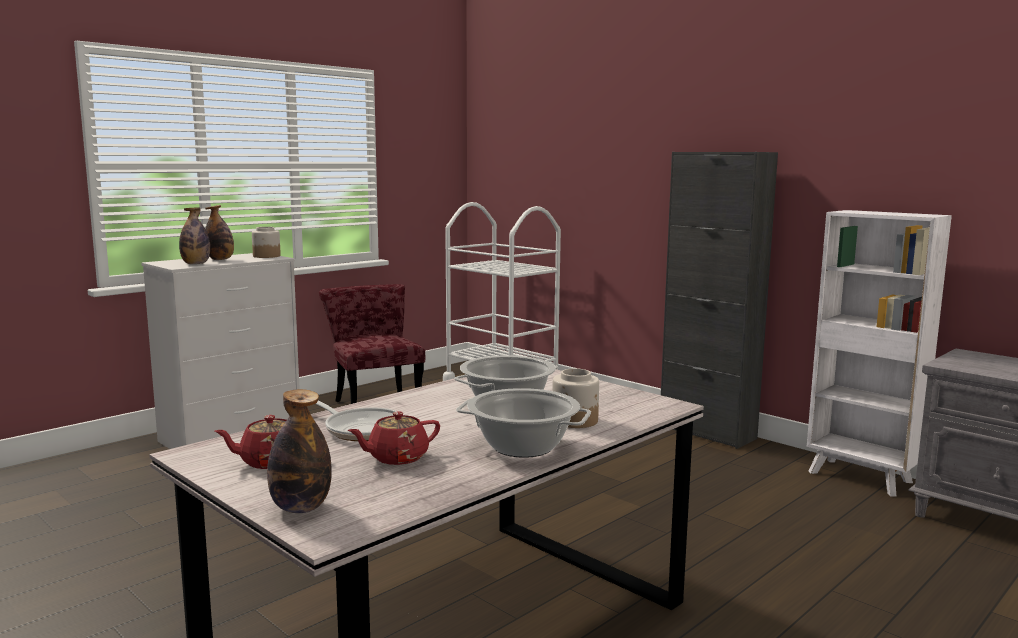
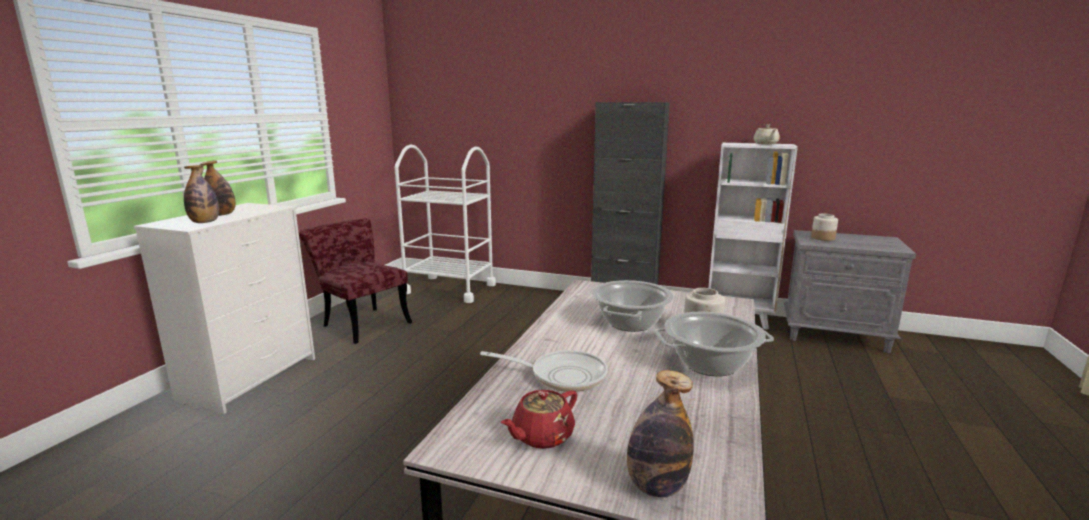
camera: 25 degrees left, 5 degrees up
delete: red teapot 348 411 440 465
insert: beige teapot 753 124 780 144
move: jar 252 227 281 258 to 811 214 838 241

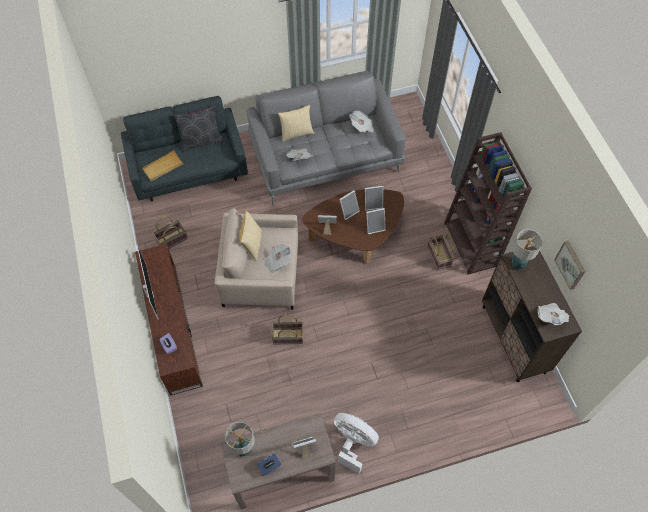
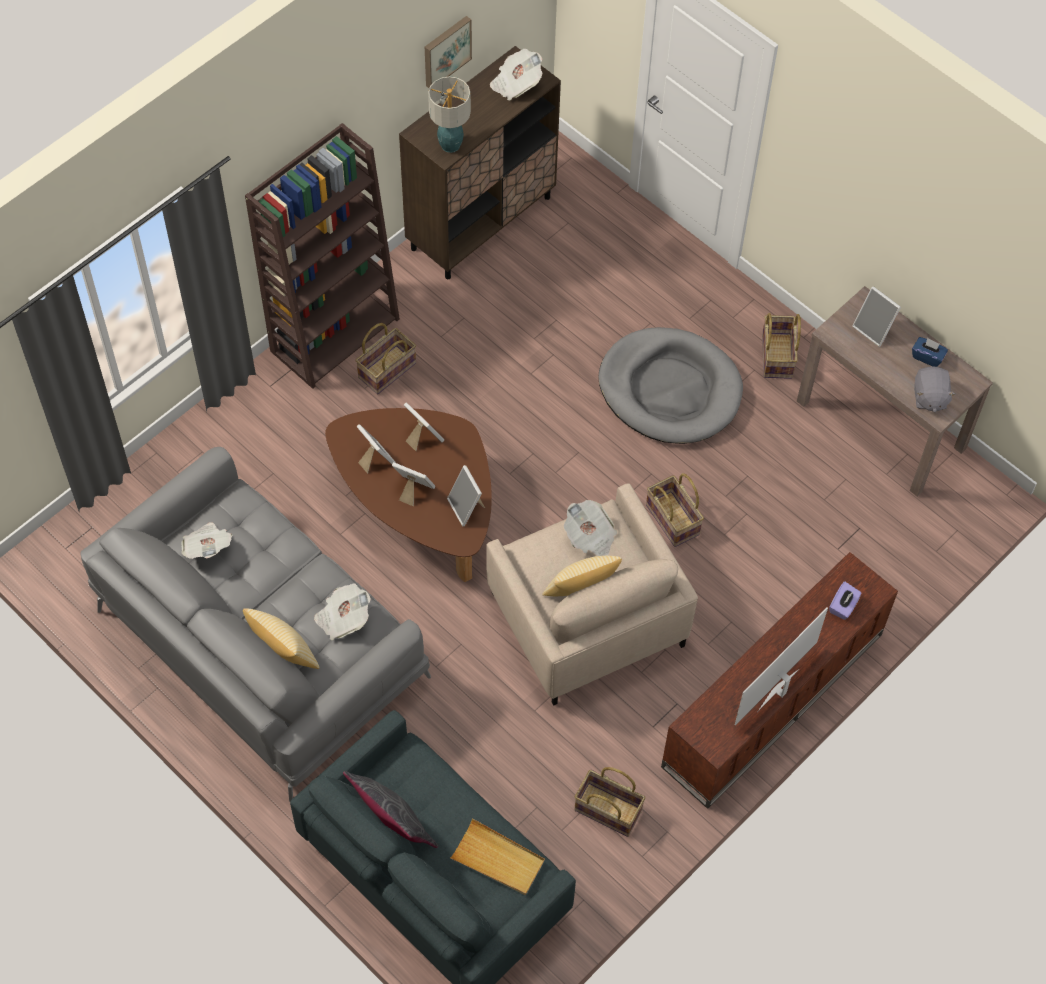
camera: 120 degrees left, 0 degrees up
insert: grey dog bed 598 327 743 444
replace: table lamp 225 422 255 456 to grey plush toy 914 366 956 413; white fan 334 413 379 474 to basket 762 313 801 379

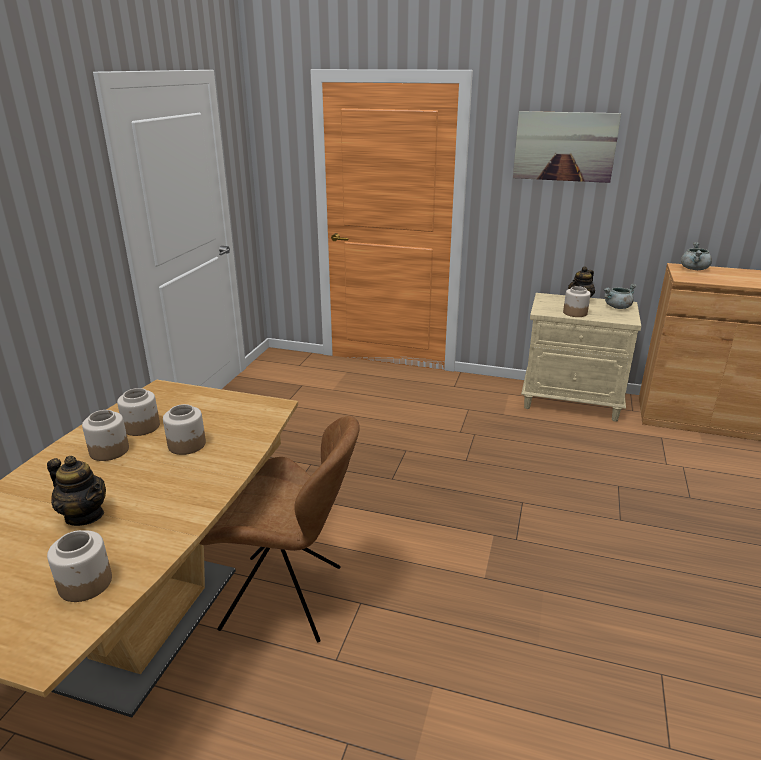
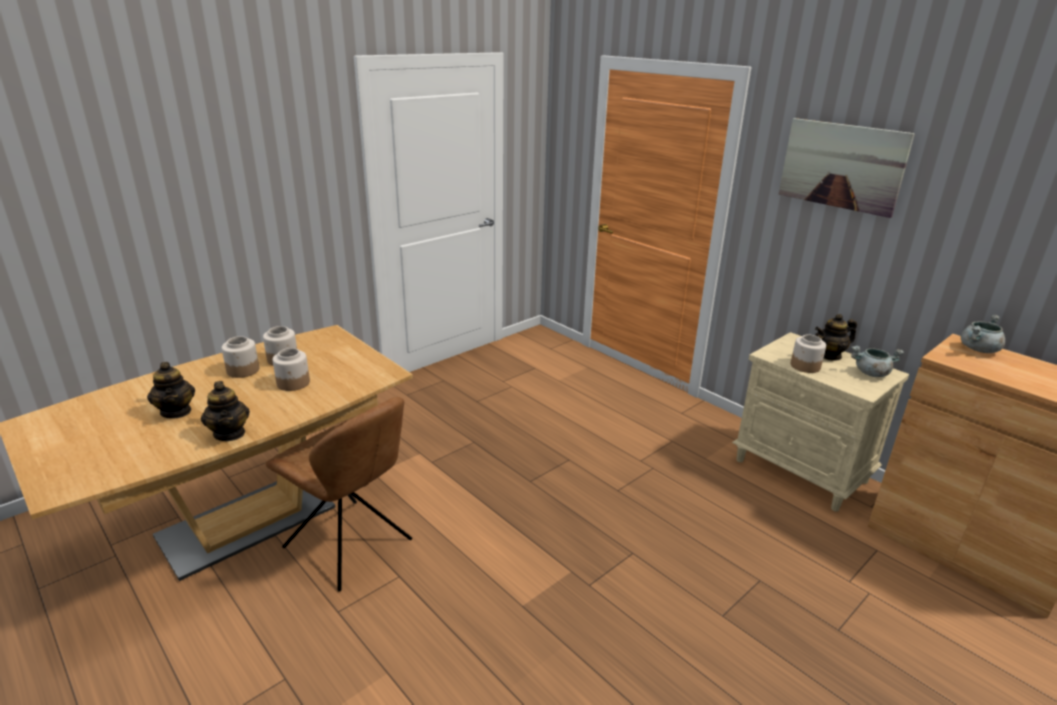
camera: 30 degrees right, 0 degrees up
delete: jar 47 530 112 602
insert: teapot 201 381 250 441

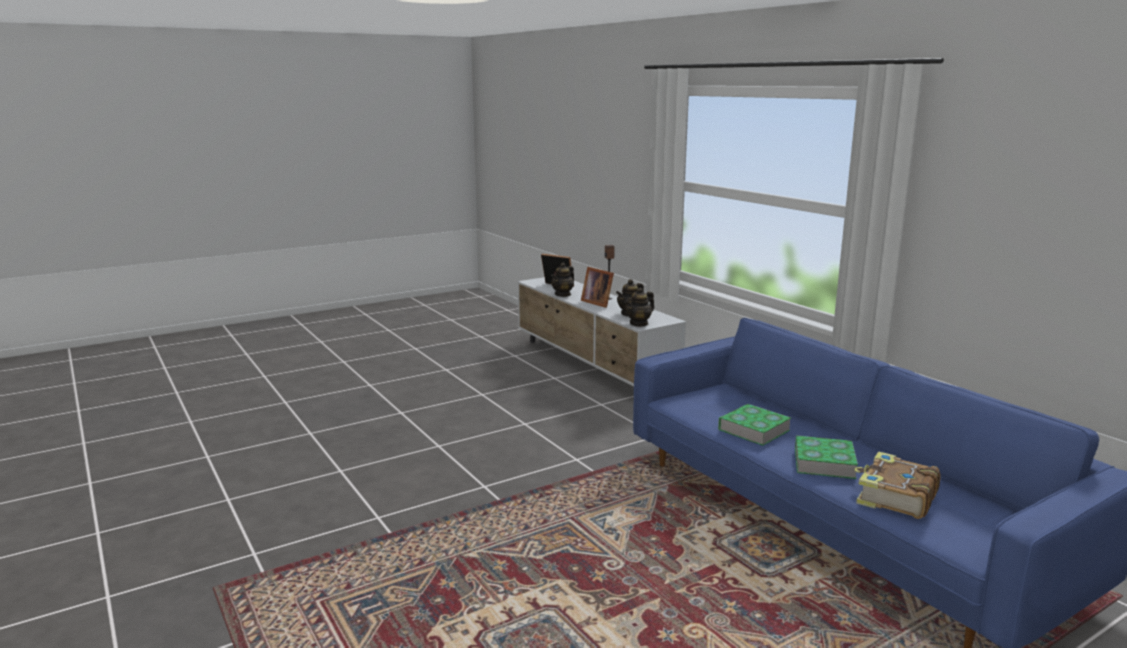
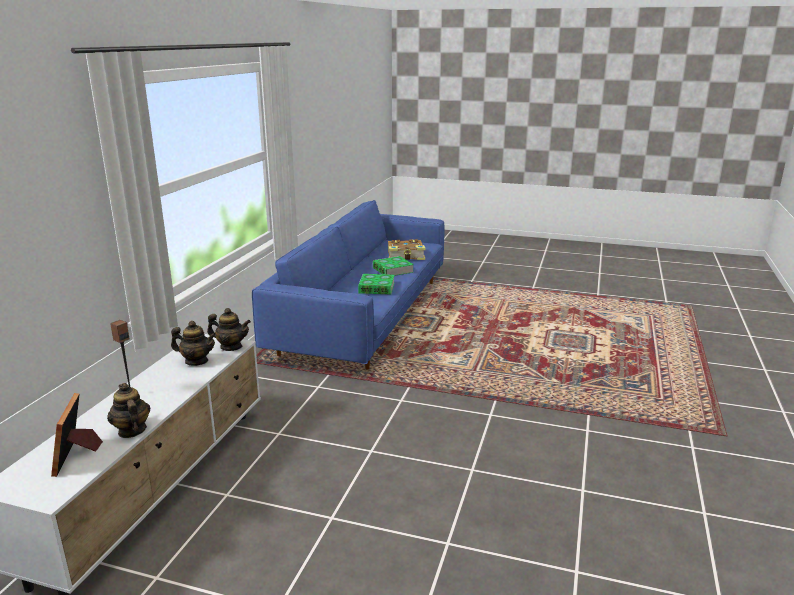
camera: 130 degrees left, 5 degrees up
delete: picture frame 581 267 614 308
rotate: teapot 551 263 574 297 = 107 383 150 438 120 degrees counterclockwise

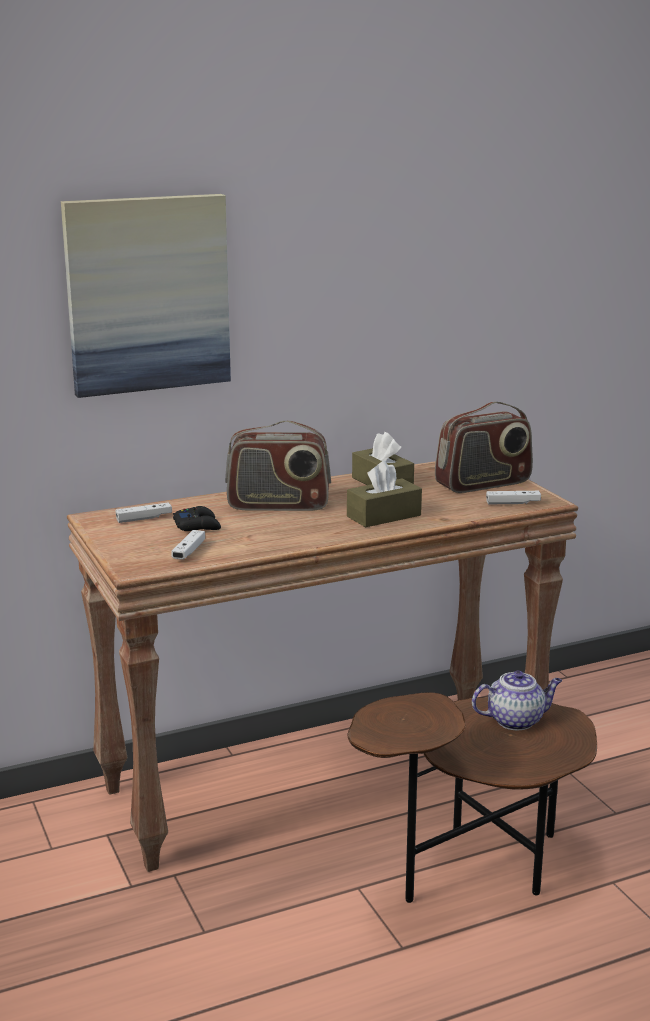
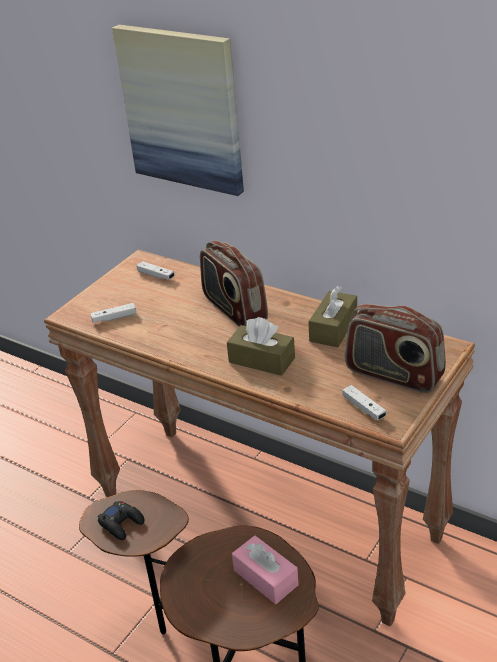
camera: 60 degrees right, 15 degrees up
move: black game controller 173 506 221 531 to 98 501 145 540
replace: teapot 472 671 562 730 to pink tissue box 232 535 299 604

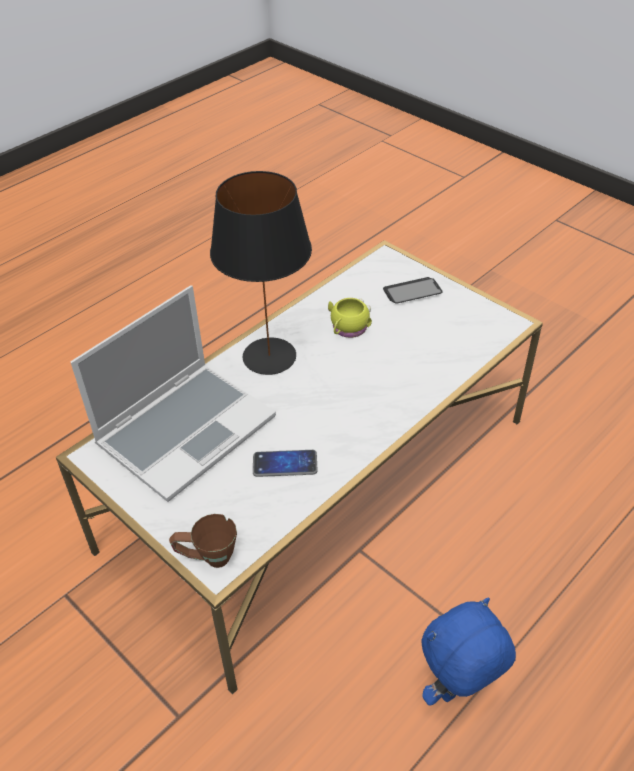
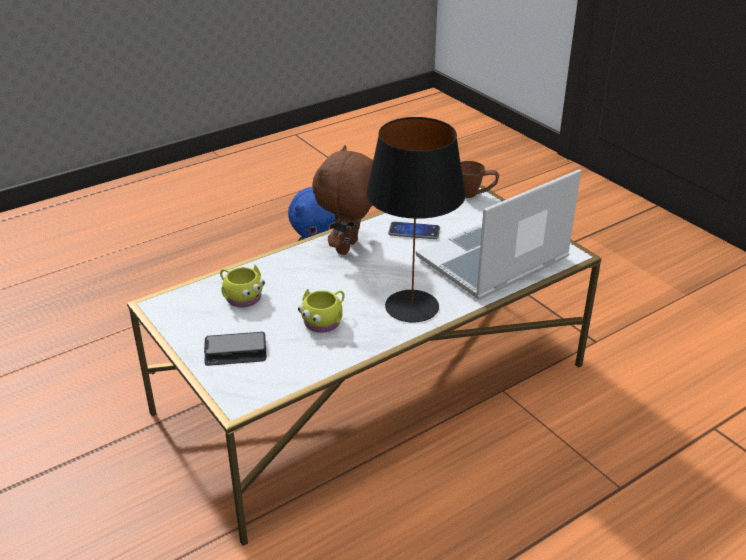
camera: 170 degrees left, 10 degrees down
insert: yellow mug 220 265 265 307; brown plush toy 312 145 373 255

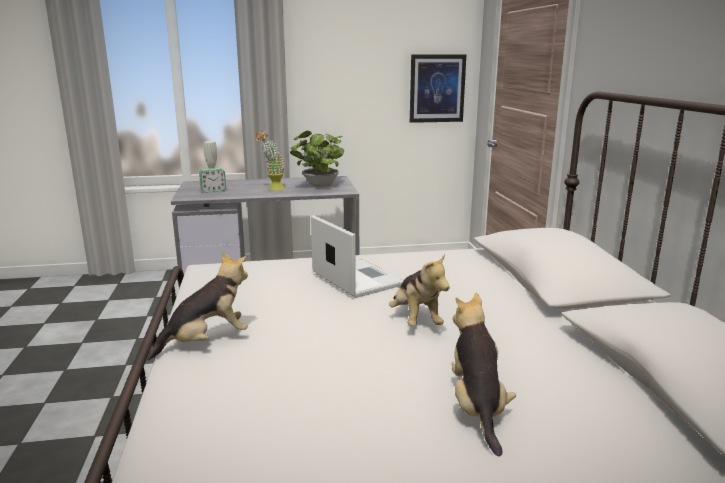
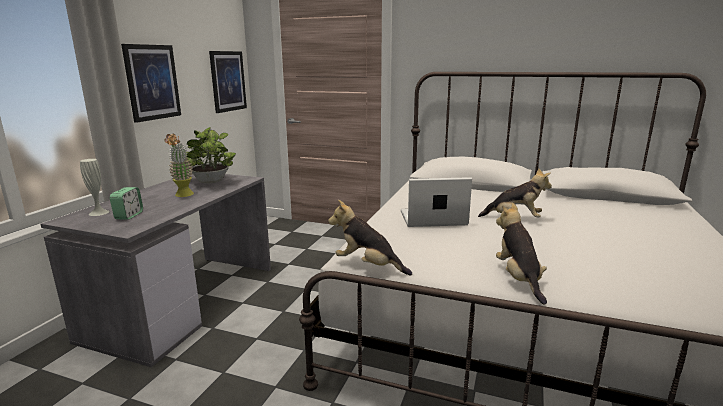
camera: 60 degrees left, 0 degrees up
insert: picture 121 44 181 123
move: plush toy 452 293 516 456 to 328 200 412 276

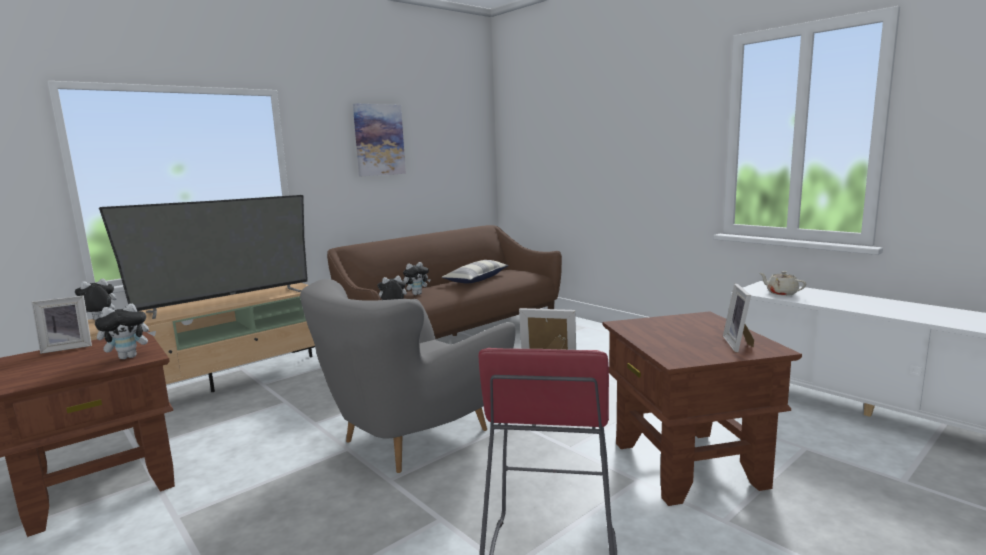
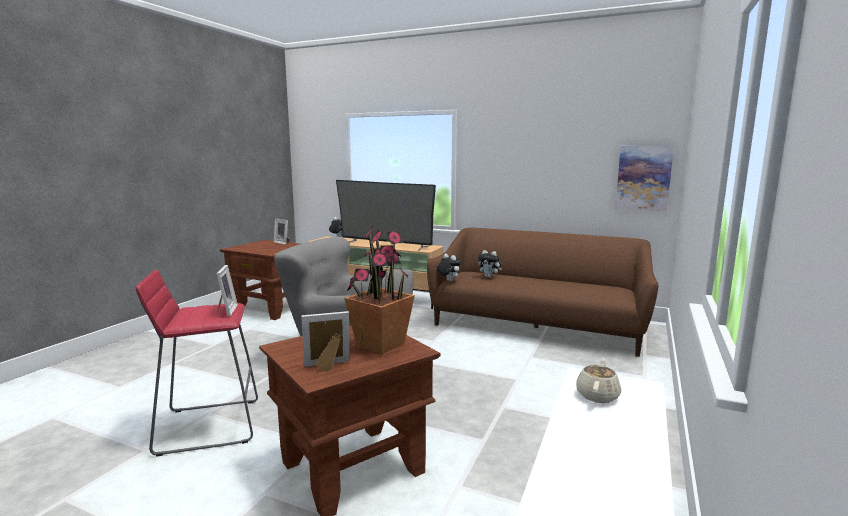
camera: 65 degrees right, 0 degrees up
delete: plush toy 95 303 156 359; pillow 441 260 509 284
insert: potted plant 344 227 415 354
move: picture 353 103 406 176 to 615 146 674 211

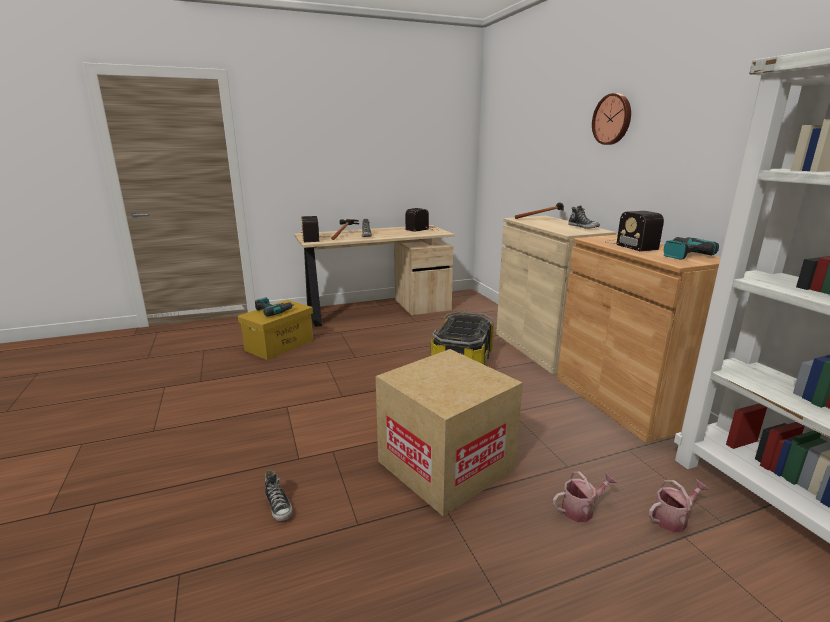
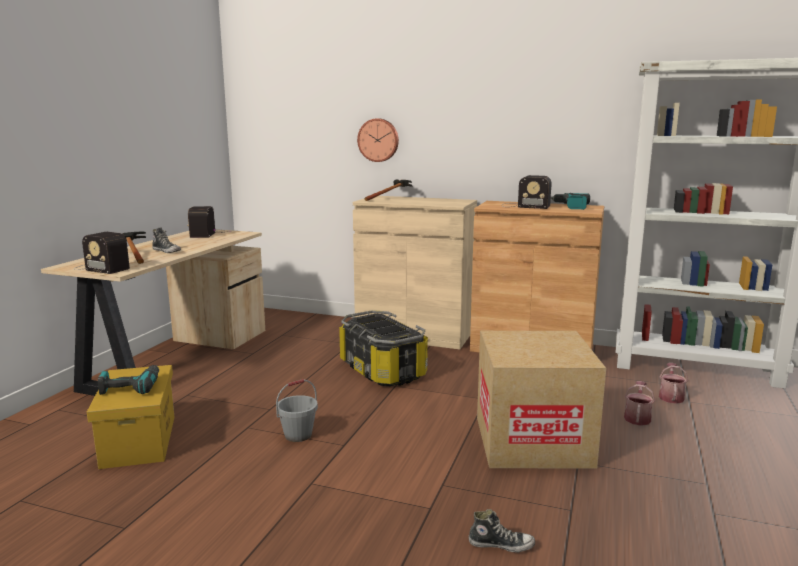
camera: 50 degrees left, 5 degrees down
delete: shoe 568 205 600 229
insert: grey bucket 276 379 318 442
move: wall clock 592 93 631 145 to 357 118 399 162

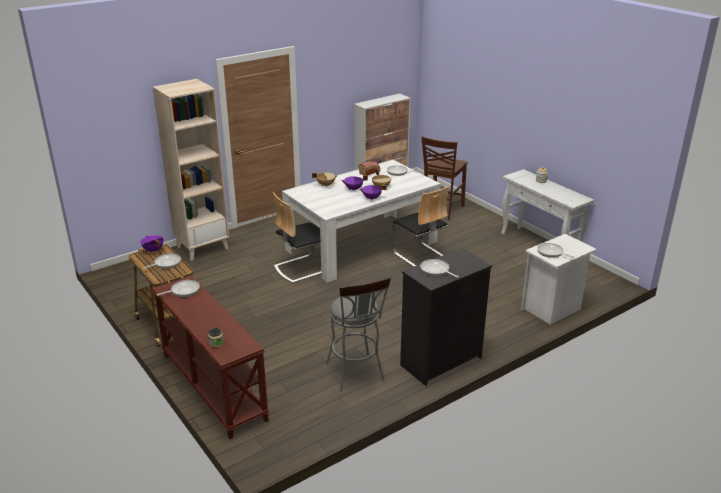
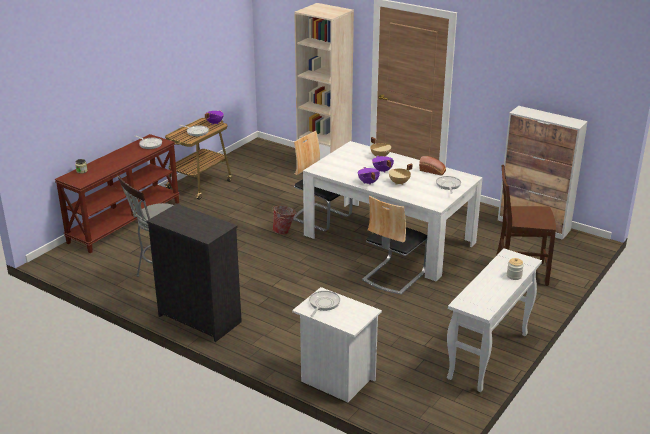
camera: 70 degrees right, 0 degrees up
delete: frying pan 420 259 459 278
insert: bucket 272 206 297 235

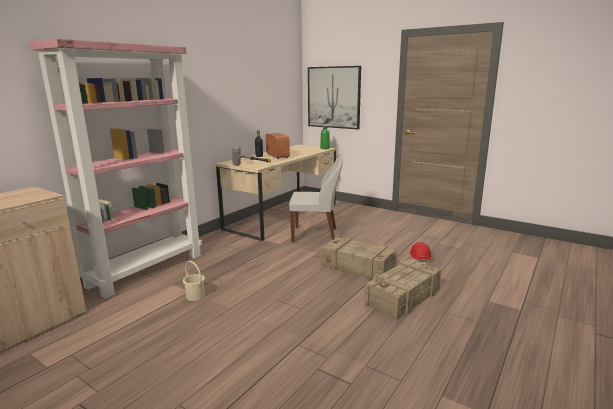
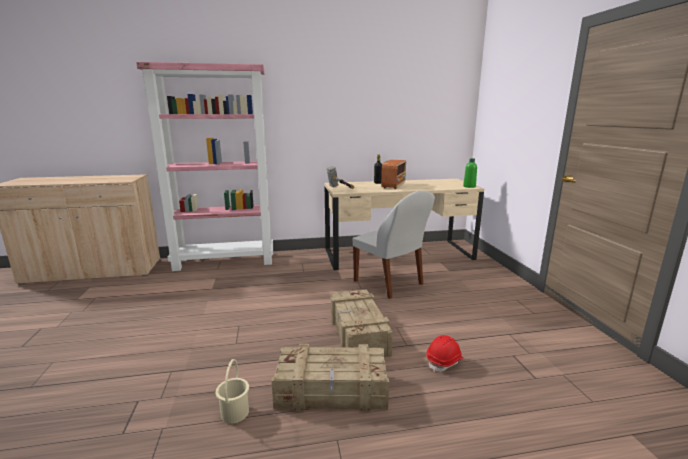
camera: 45 degrees right, 0 degrees up
delete: picture 308 66 361 129
move: beige bucket 183 261 205 301 to 216 359 249 424

